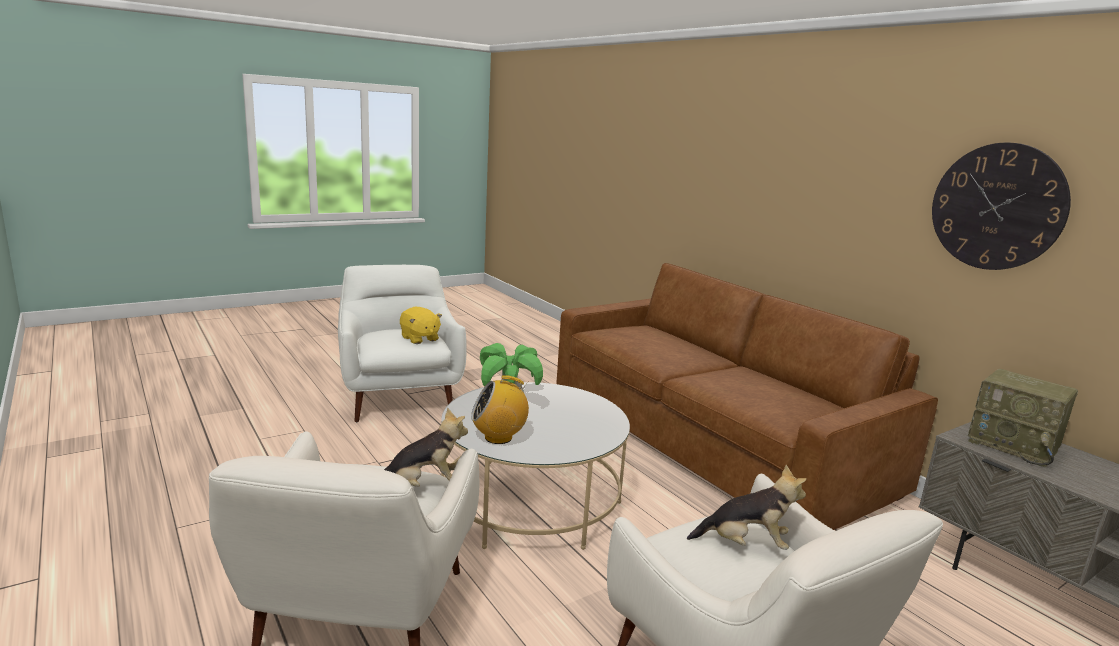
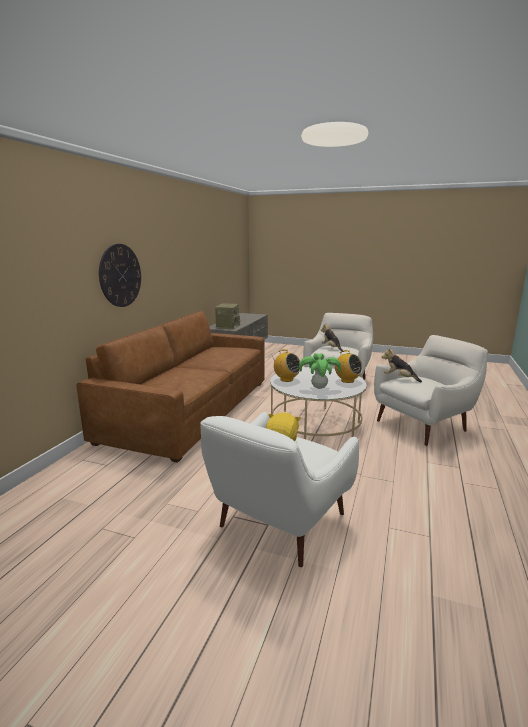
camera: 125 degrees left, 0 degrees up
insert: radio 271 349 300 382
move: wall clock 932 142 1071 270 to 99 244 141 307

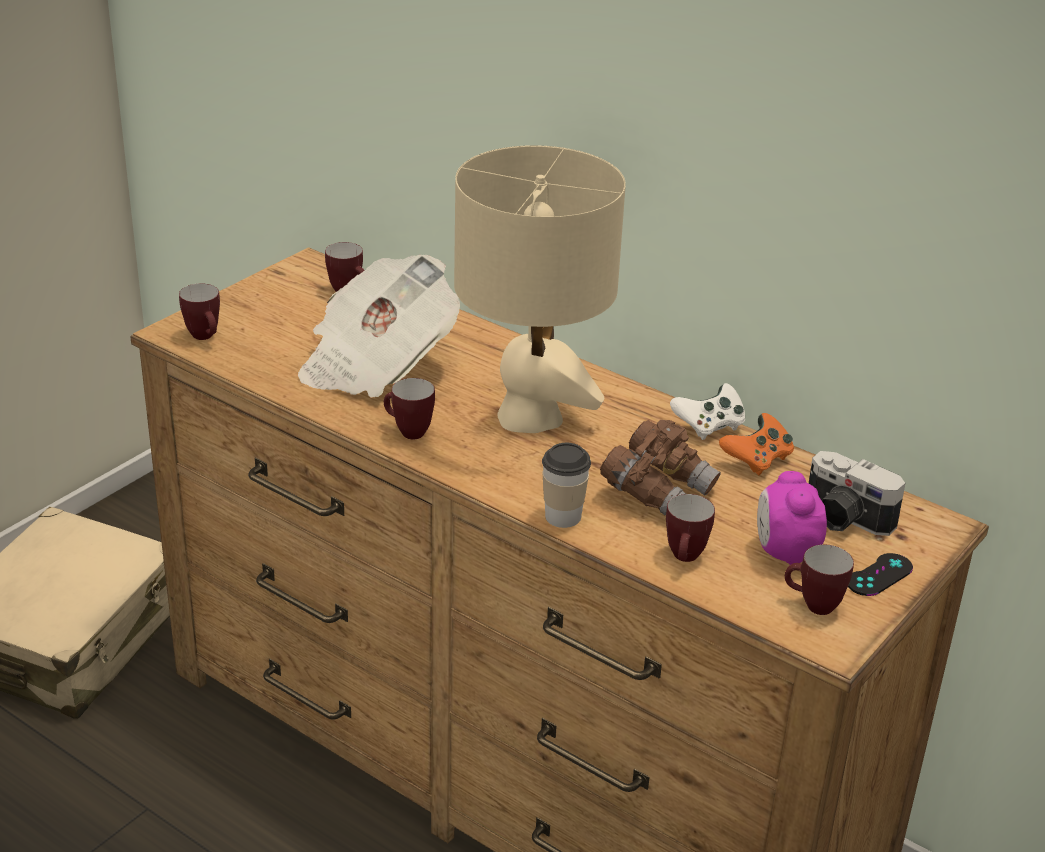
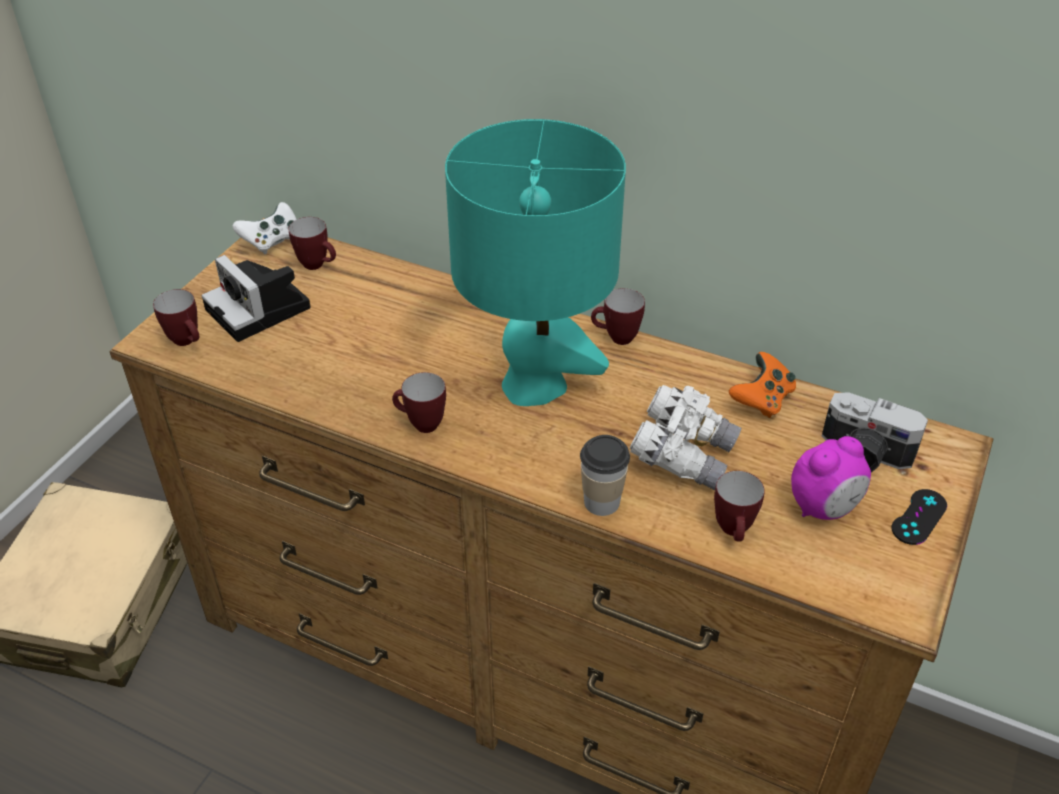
camera: 10 degrees left, 10 degrees up
delete: newspaper 298 255 460 398
insert: photo camera 202 255 311 342
move: white game controller 670 383 745 440 to 233 202 297 254; mug 785 544 854 615 to 591 288 645 345
recolor: beige table lamp 454 145 626 433 to turquoise table lamp 445 119 626 406; brown binoculars 600 420 721 515 to white binoculars 630 385 742 490
rotate: alarm clock 757 471 827 565 = 791 436 871 520 105 degrees counterclockwise

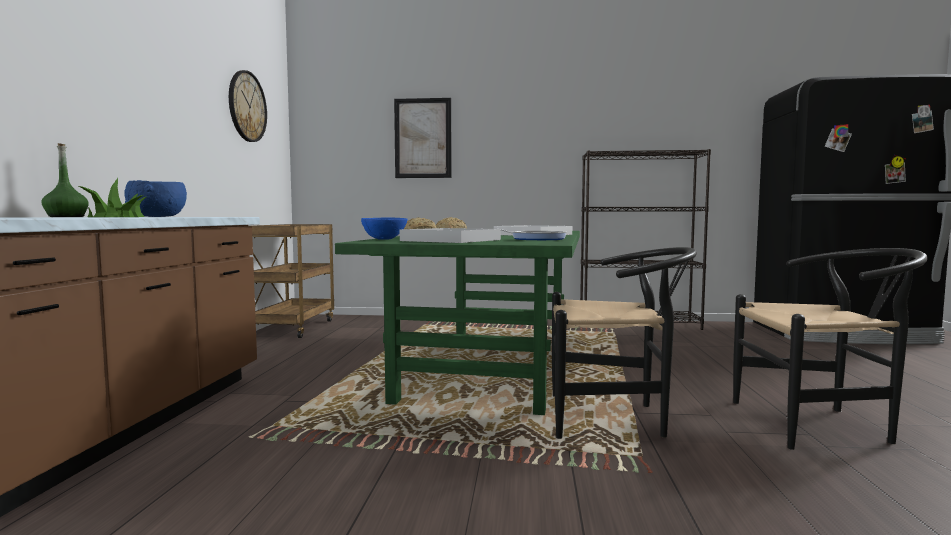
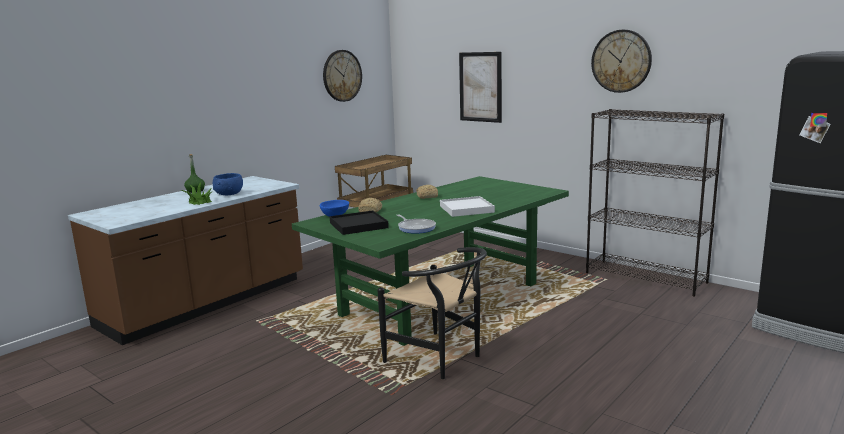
camera: 35 degrees right, 10 degrees up
delete: black chair 733 248 928 450
insert: wall clock 591 30 652 93
recolor: white tray 400 228 501 243 to black tray 330 210 389 235

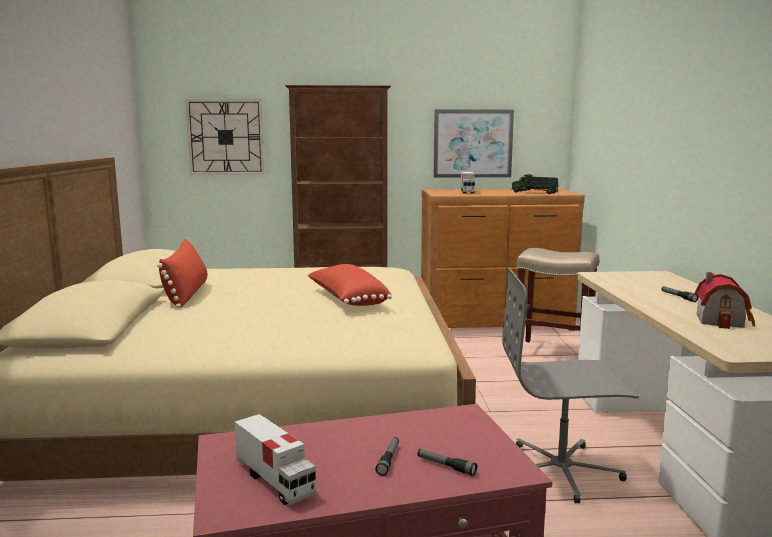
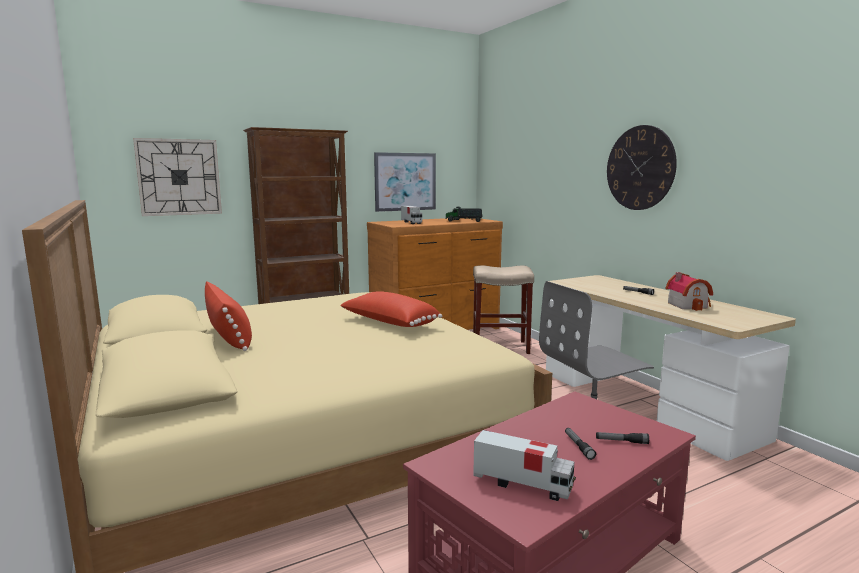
camera: 25 degrees left, 0 degrees up
insert: wall clock 607 125 677 210

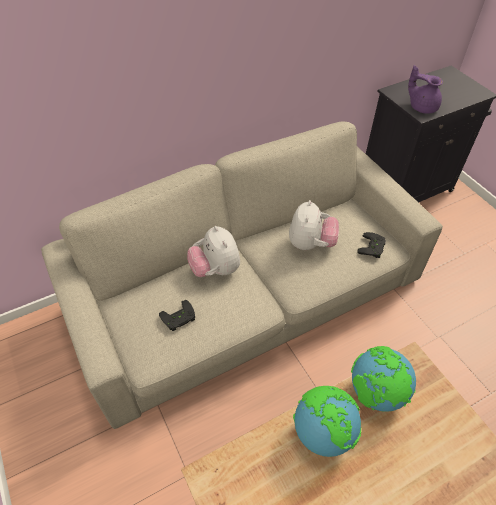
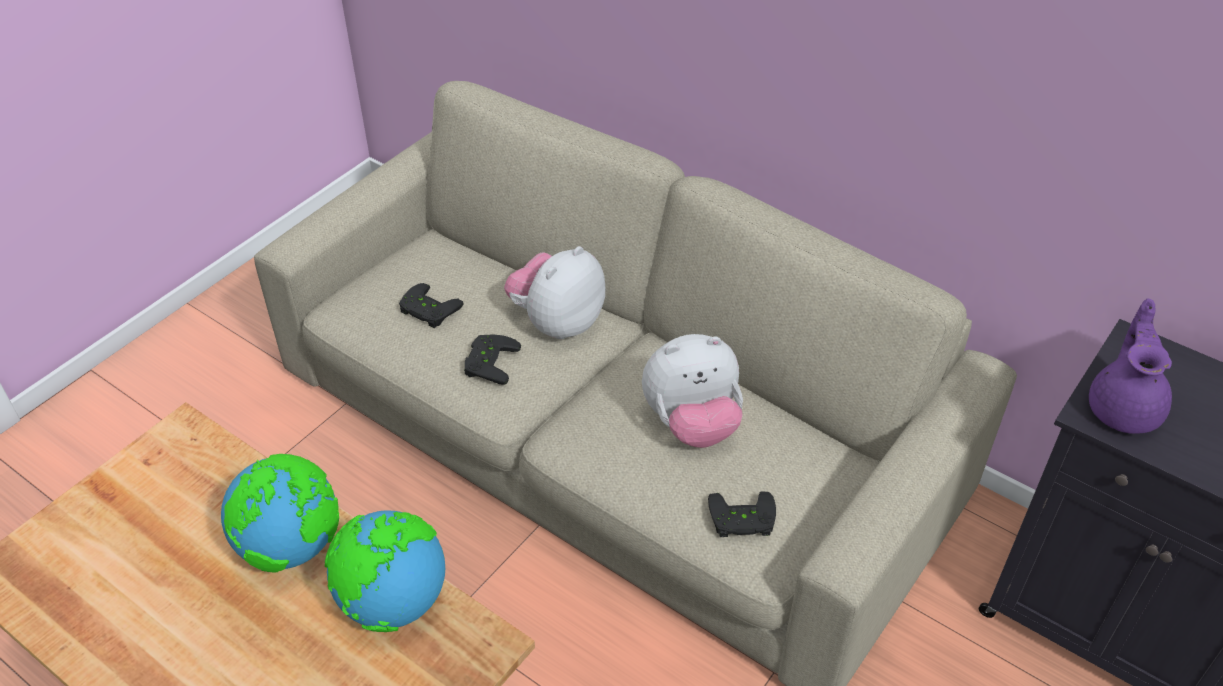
camera: 65 degrees right, 5 degrees down
insert: black game controller 464 334 521 385

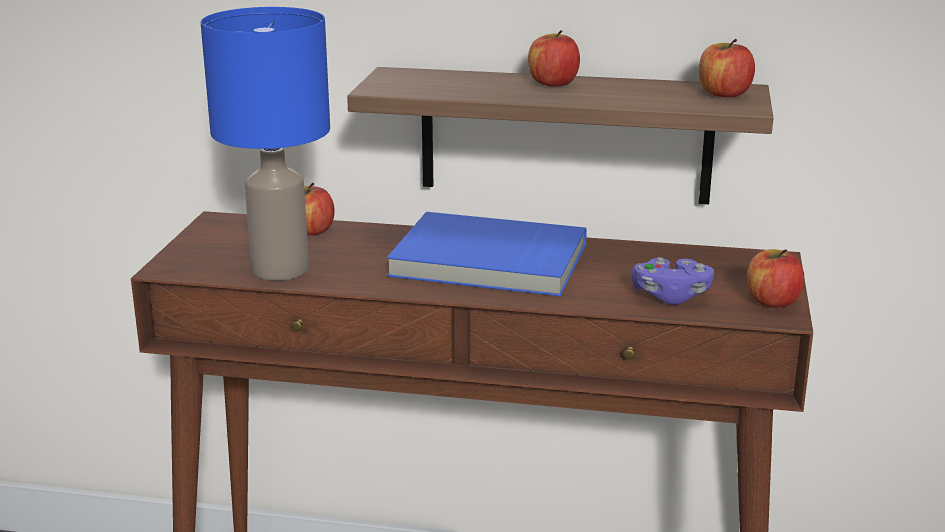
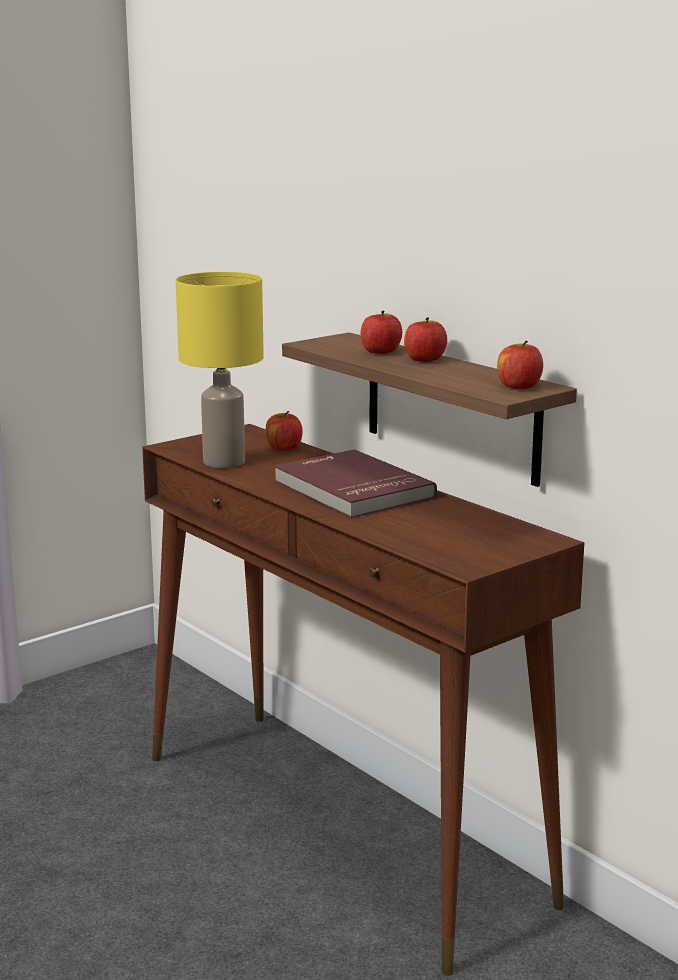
camera: 40 degrees right, 5 degrees down
delete: purple game controller 632 257 714 305
move: apple 747 249 804 308 to 360 311 402 354
recolor: blue table lamp 201 7 330 281 to yellow table lamp 176 272 264 468; blue book 387 212 587 296 to red book 274 449 437 518

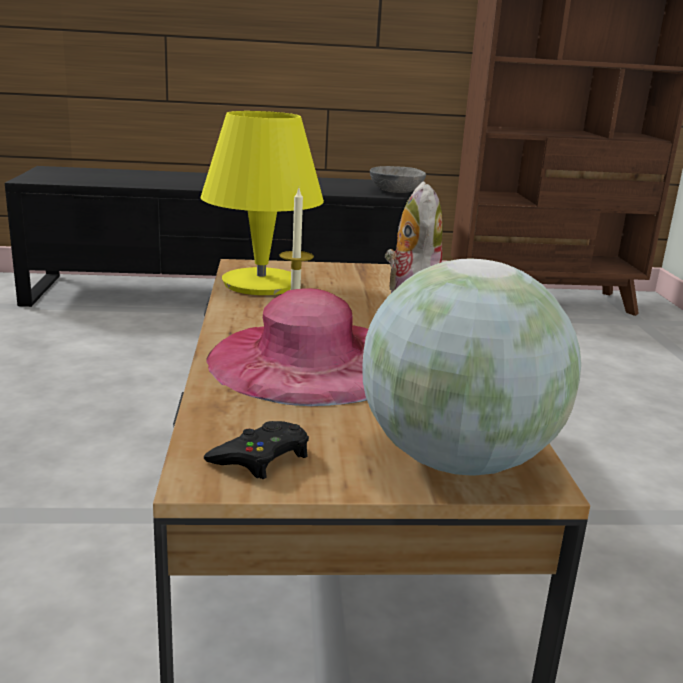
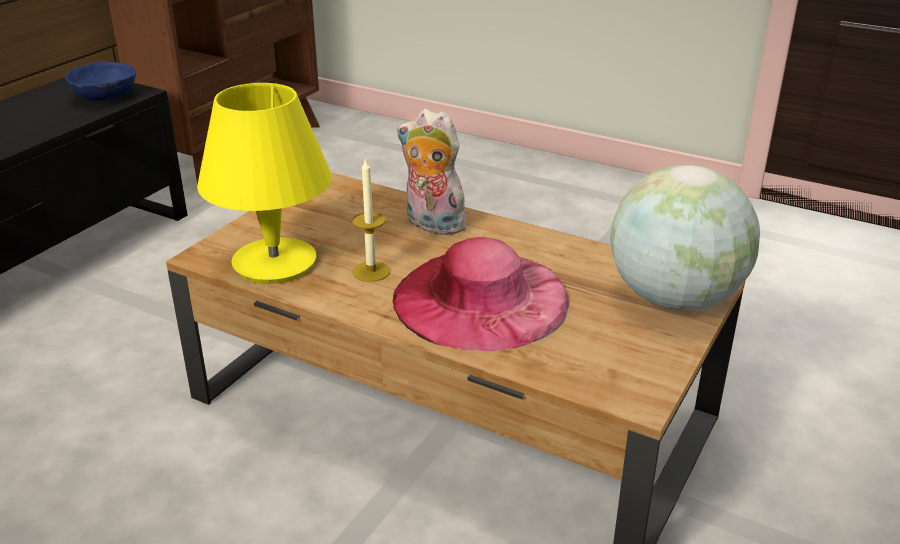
camera: 55 degrees left, 10 degrees up
delete: black game controller 204 421 309 479
recolor: grey bowl 370 166 426 193 to blue bowl 65 62 136 101

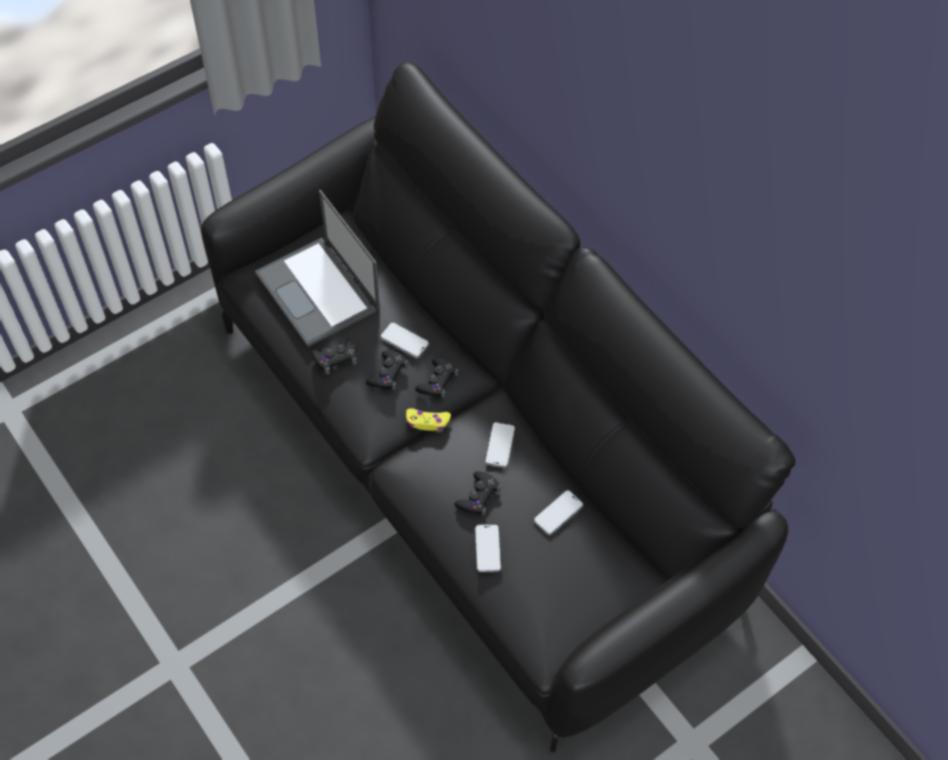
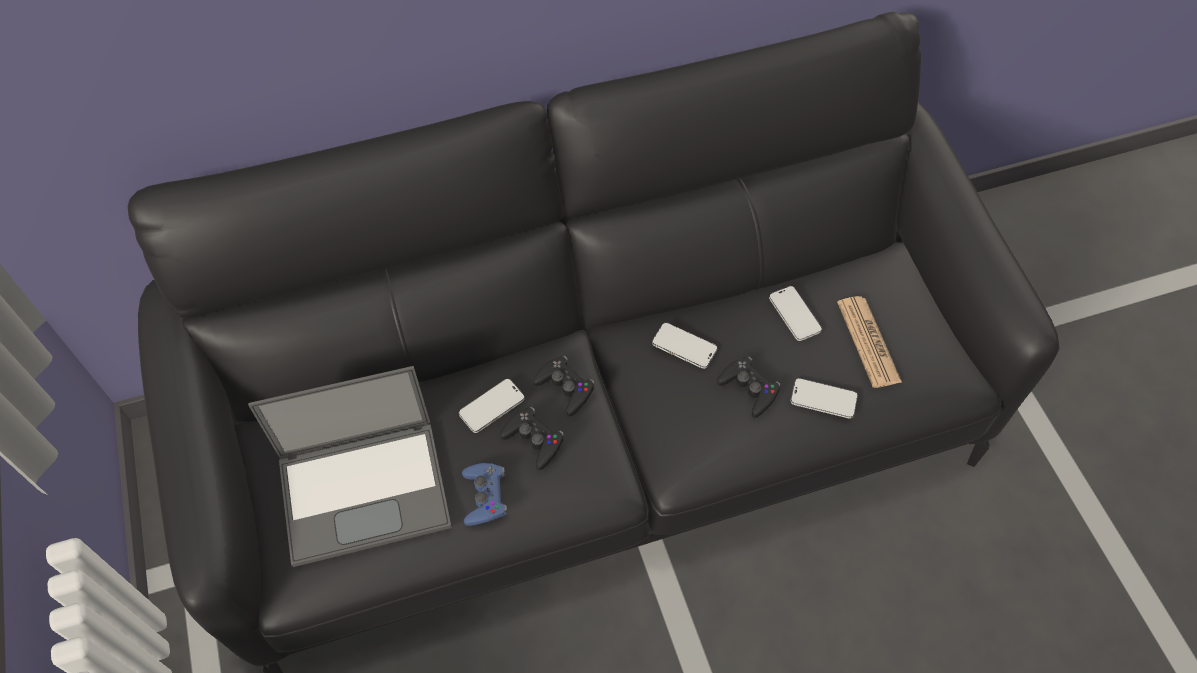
camera: 70 degrees left, 0 degrees up
delete: yellow game controller 406 408 451 431
insert: newspaper 837 296 902 388
recolor: black game controller 312 338 357 374 to blue game controller 462 463 508 526

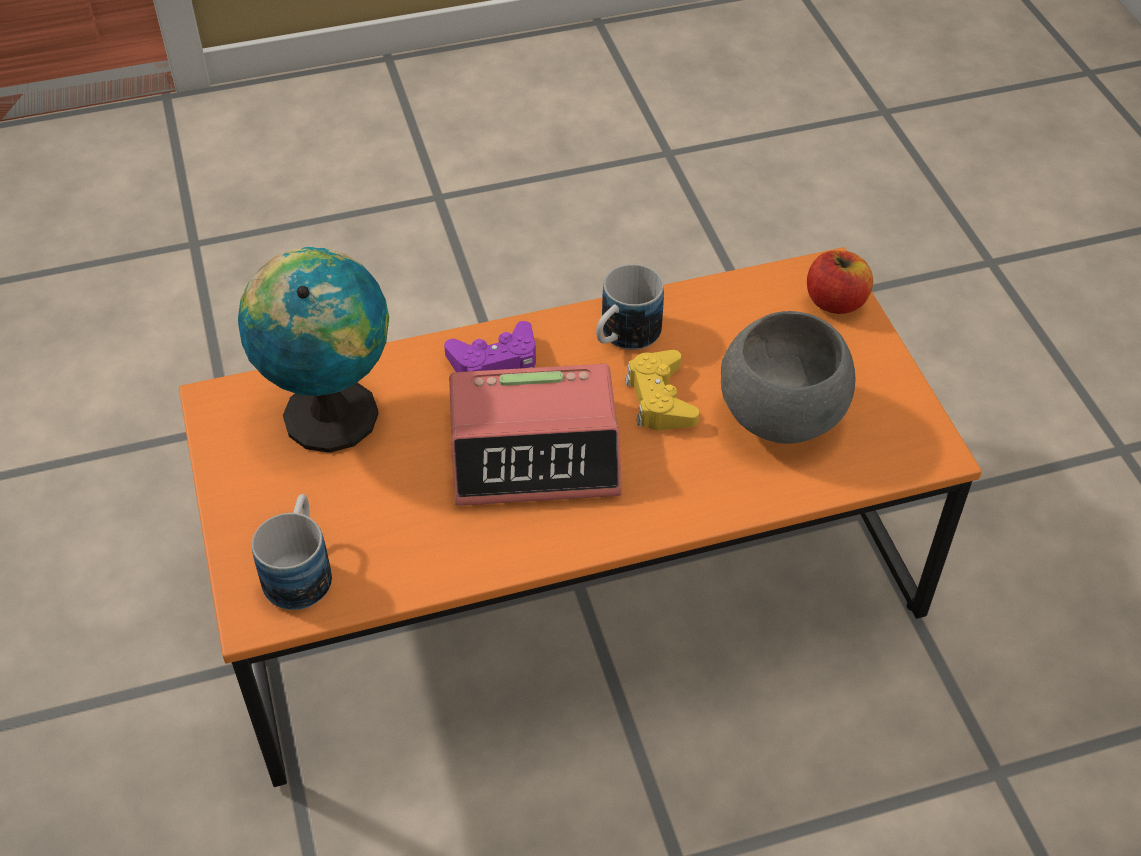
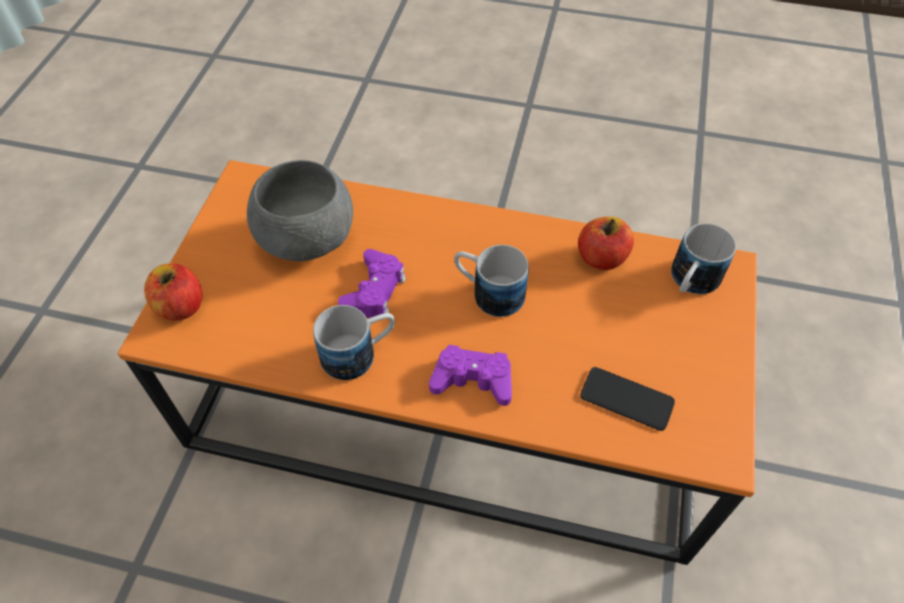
camera: 150 degrees left, 5 degrees up
insert: apple 578 217 634 270
replace: globe 238 247 389 453 to phone 580 367 675 431; alarm clock 449 364 622 506 to mug 454 245 529 317
recolor: yellow game controller 625 350 699 430 to purple game controller 338 249 406 318

